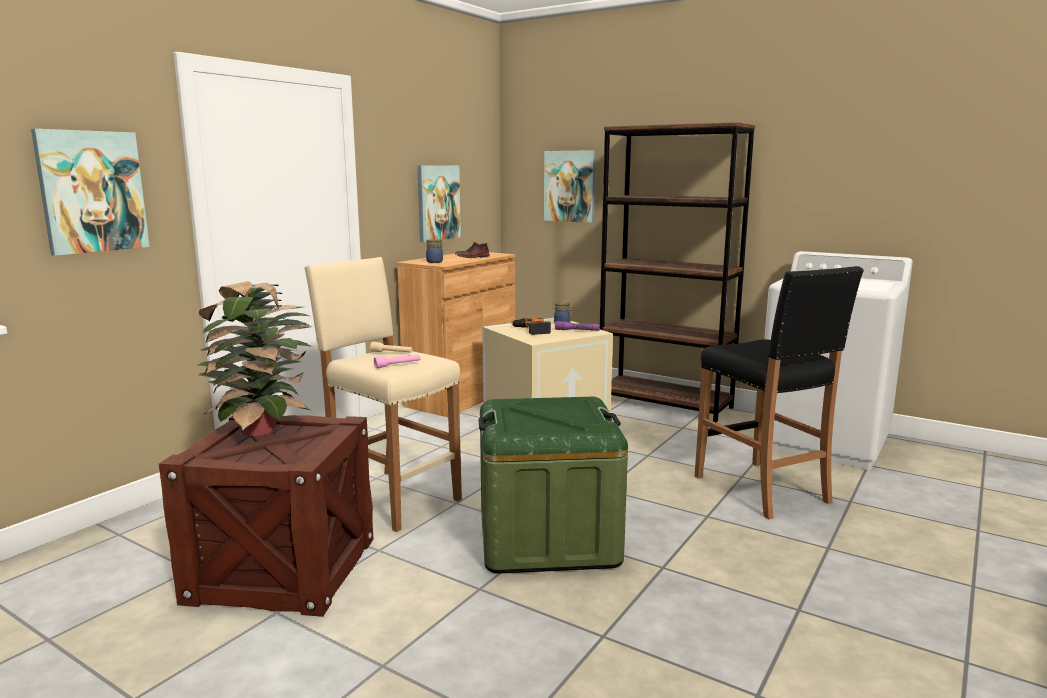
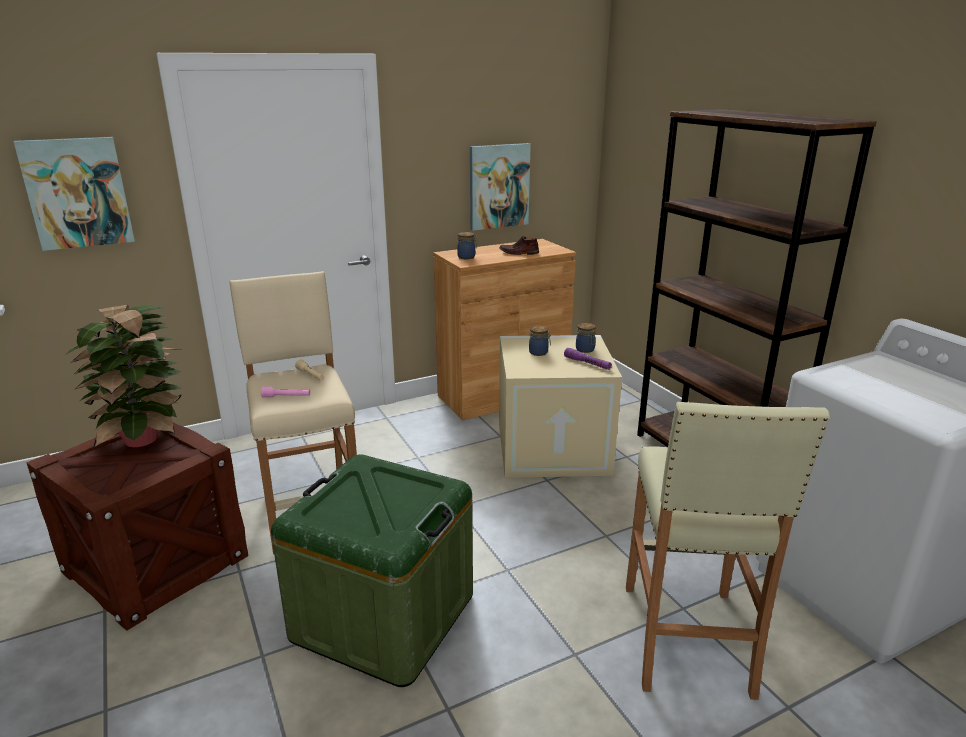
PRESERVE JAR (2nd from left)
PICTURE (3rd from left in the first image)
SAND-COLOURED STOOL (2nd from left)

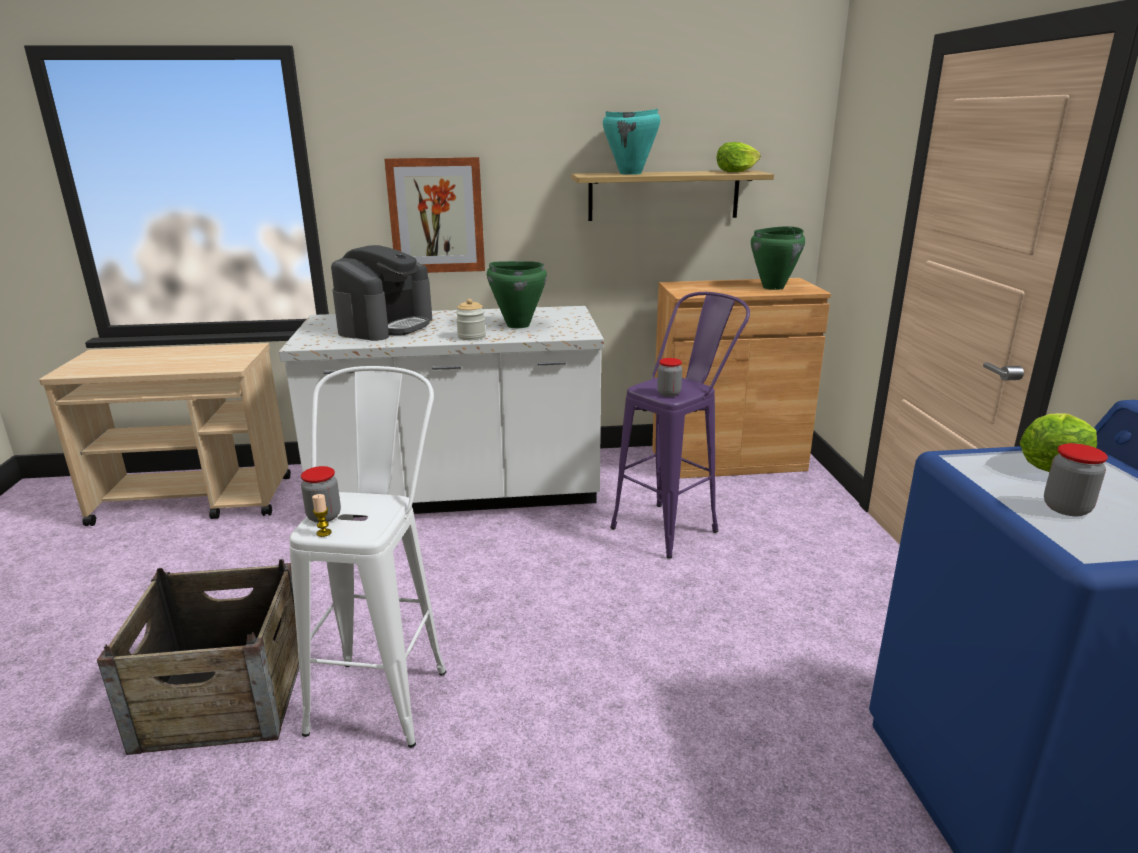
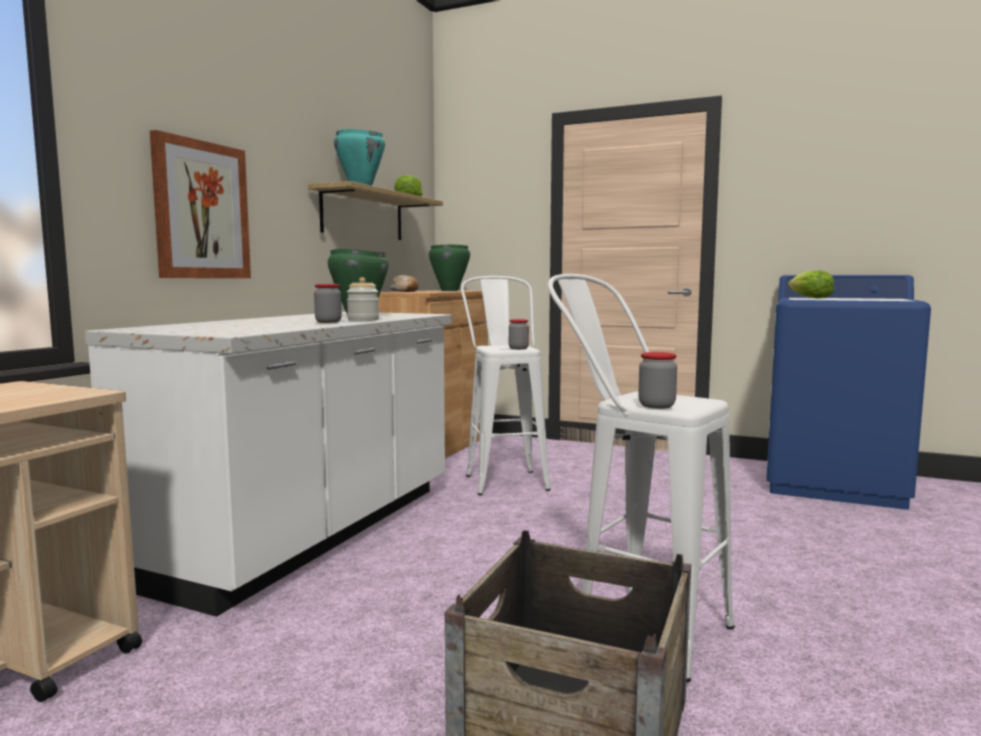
CANDLE
COFFEE MAKER
WHITE-COLOURED STOOL (1st from left)
PRESERVE JAR (1st from left)
BREAD

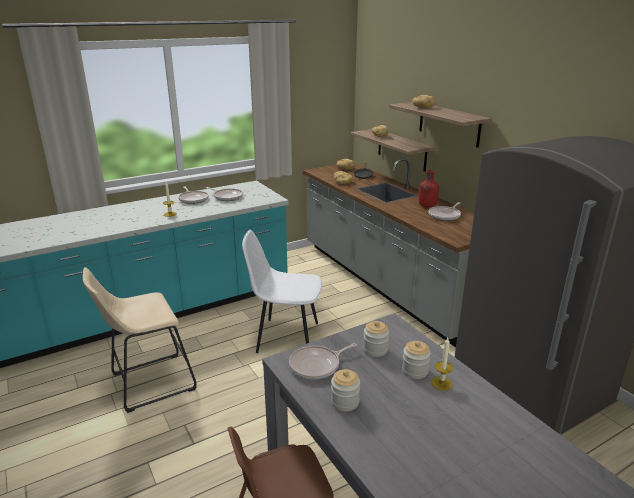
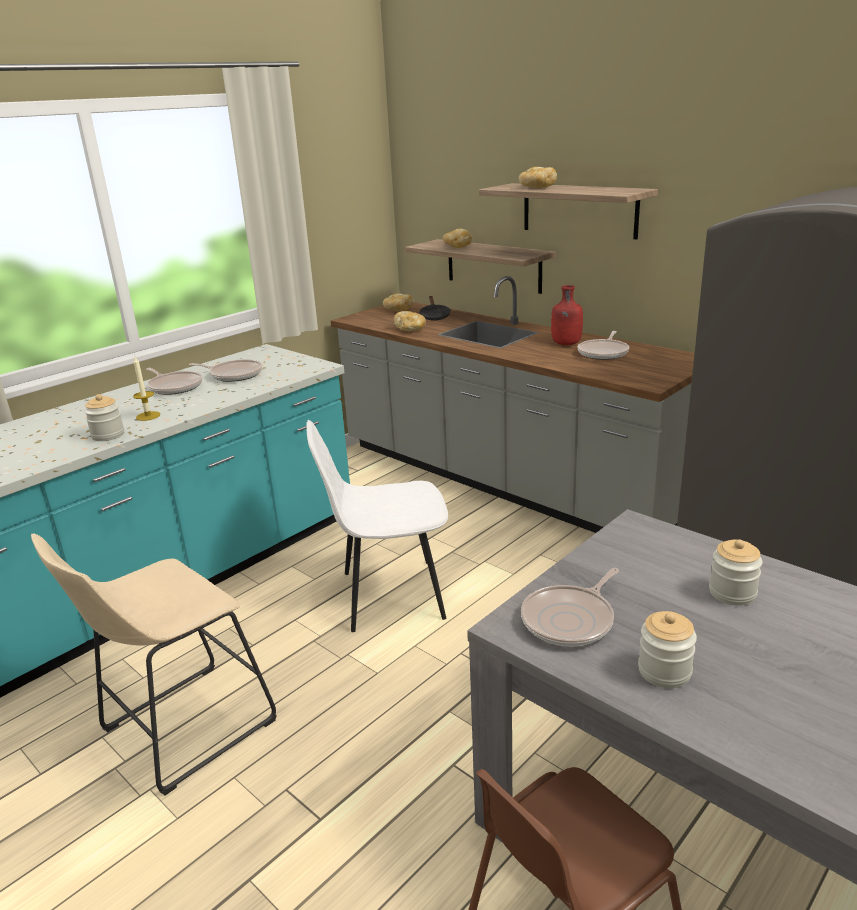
PRESERVE JAR (1st from left)
CANDLE (2nd from left in the first image)

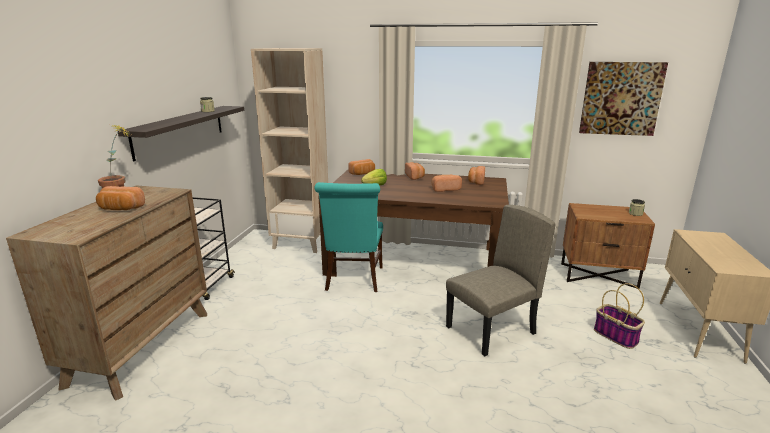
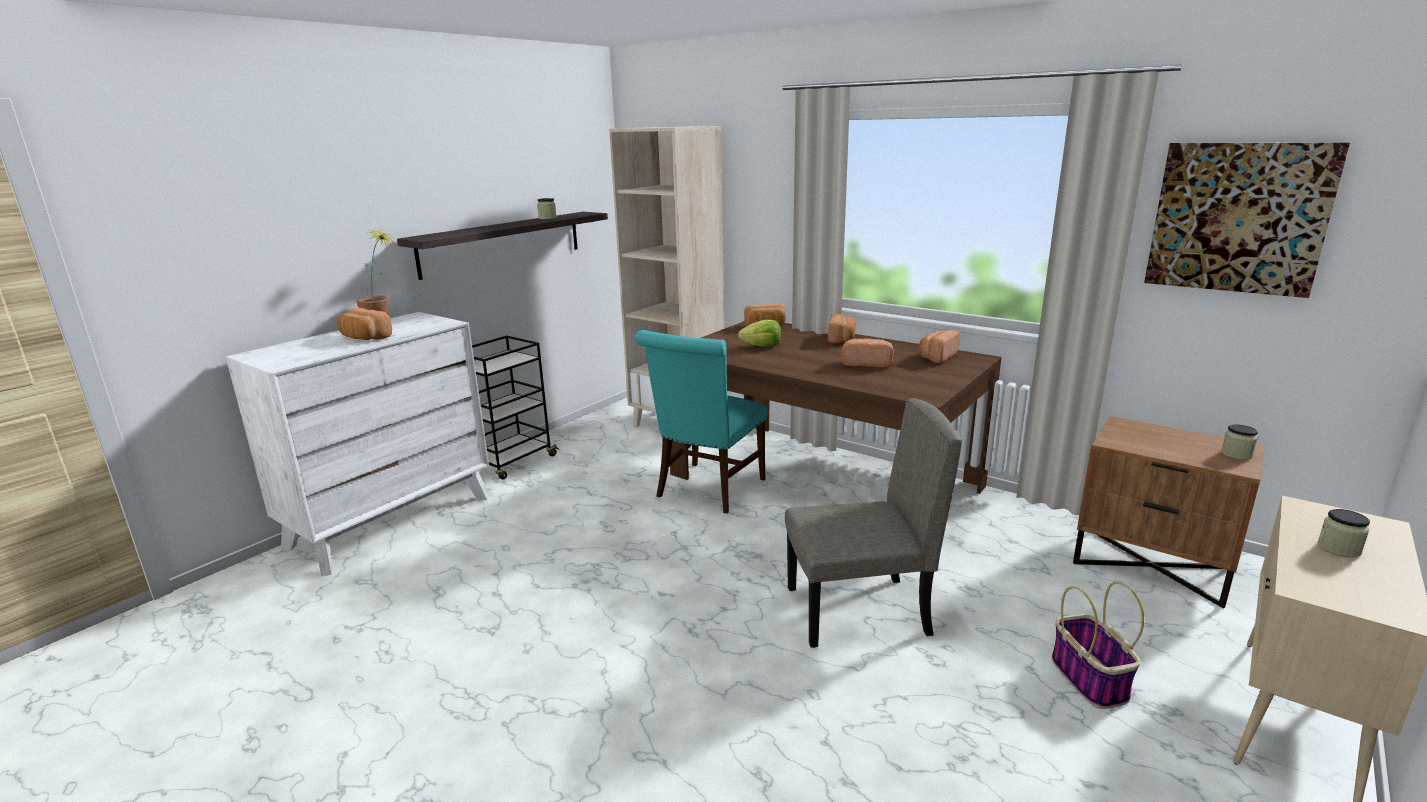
WHITE-COLOURED CHEST OF DRAWERS
PRESERVE JAR (3rd from left)

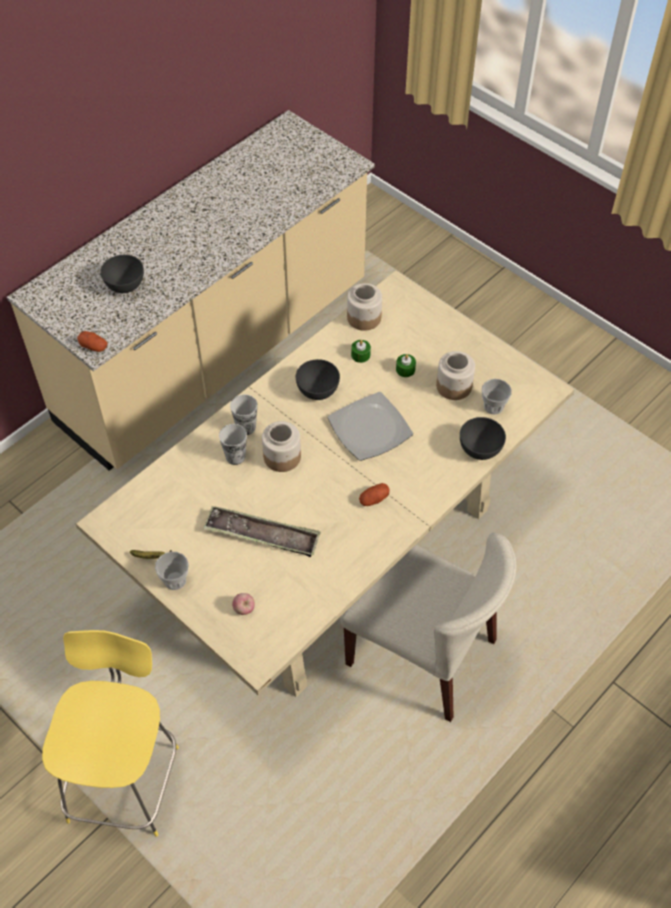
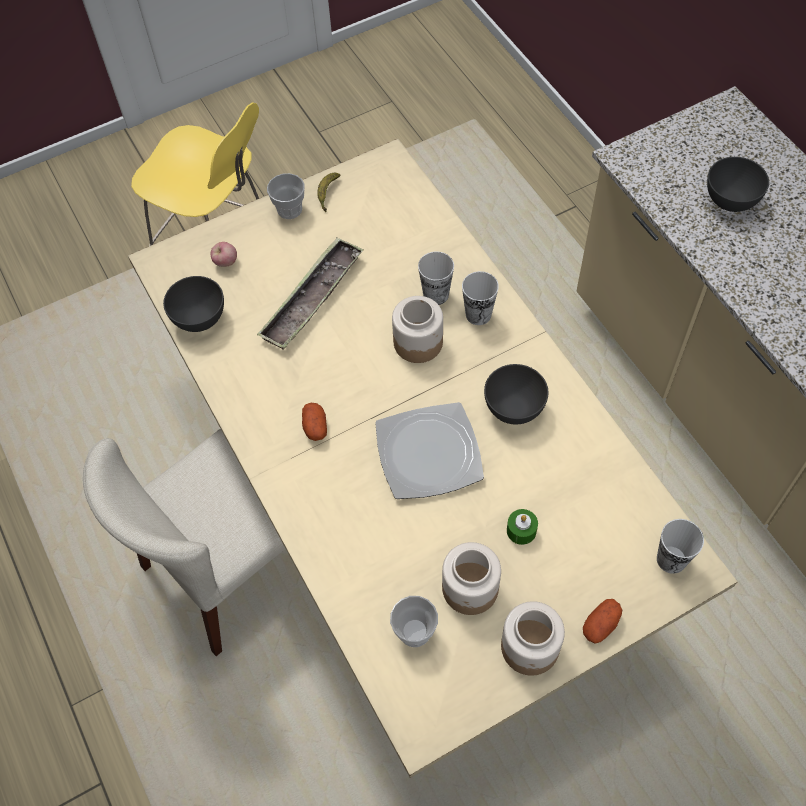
POTATO (2nd from left)
PRESERVE JAR (3rd from left)
GREEN-COLOURED CANDLE (1st from left in the first image)
GREYISH BOWL (1st from left)
SMALL CUP (5th from left)

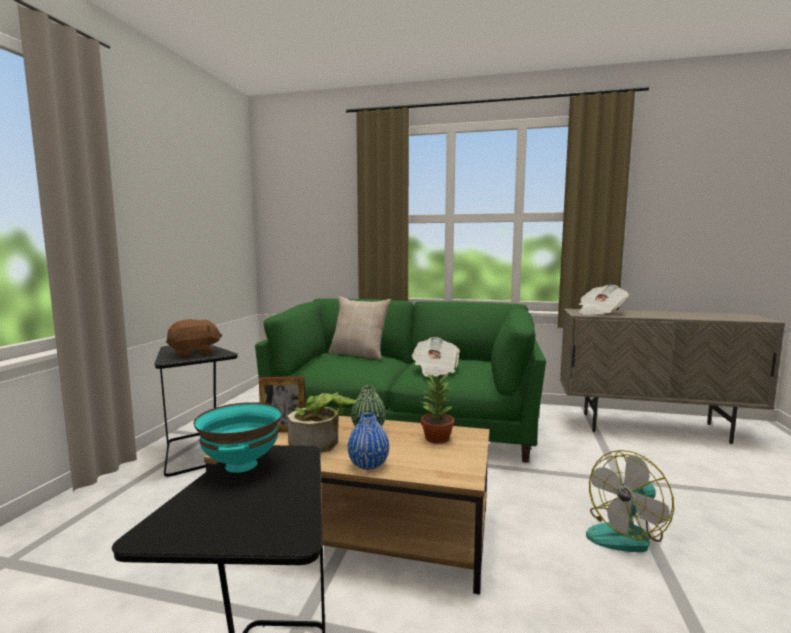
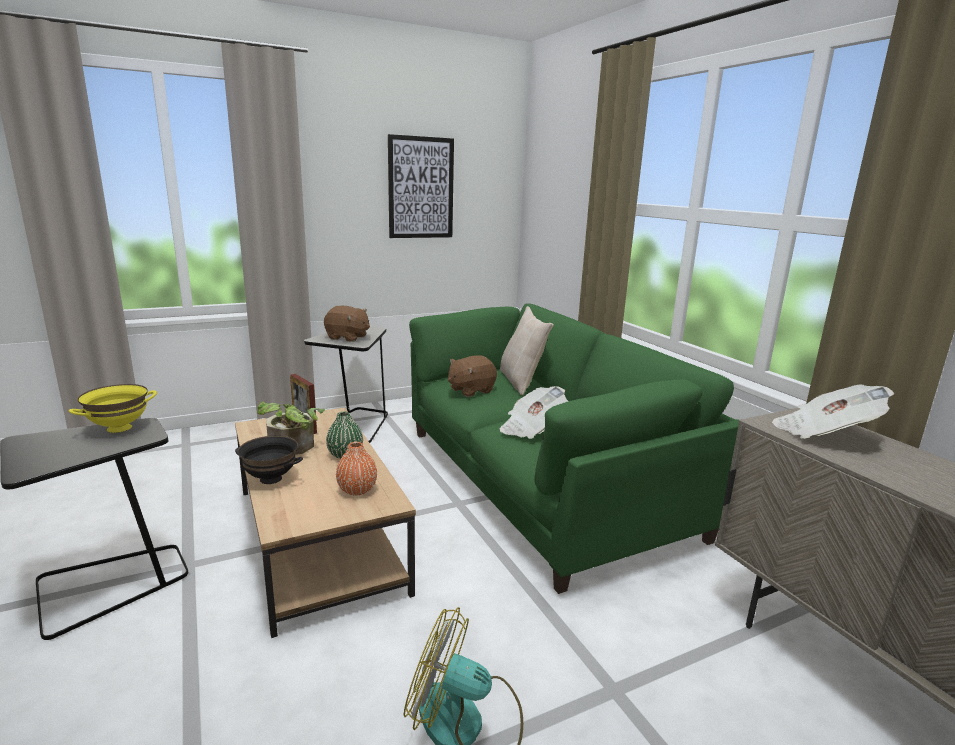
YELLOW BOWL
BLACK-COLOURED BOWL
ORANGE FLOWER VASE
PICTURE
BROWNISH SOFT TOY (2nd from left)

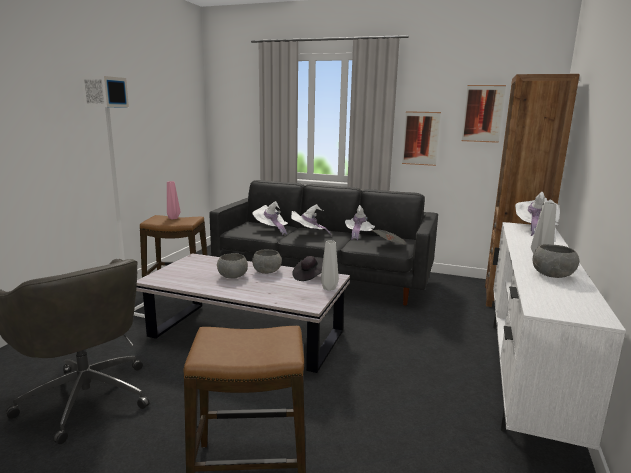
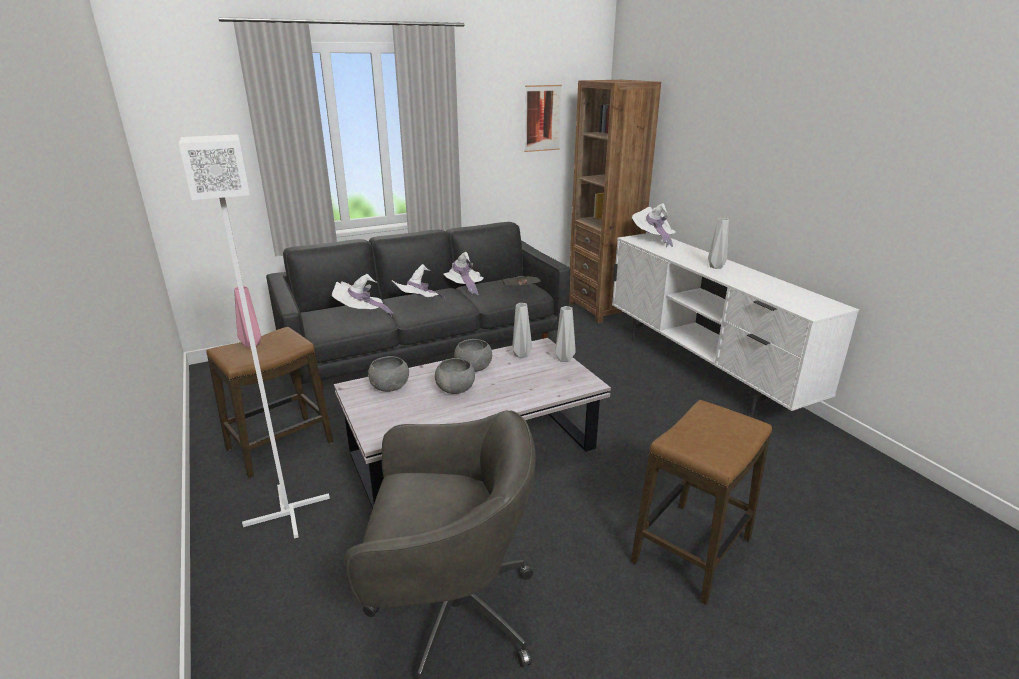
GREYISH FLOWER VASE (1st from left)
PICTURE (1st from left in the first image)
GREYISH BOWL (1st from left)

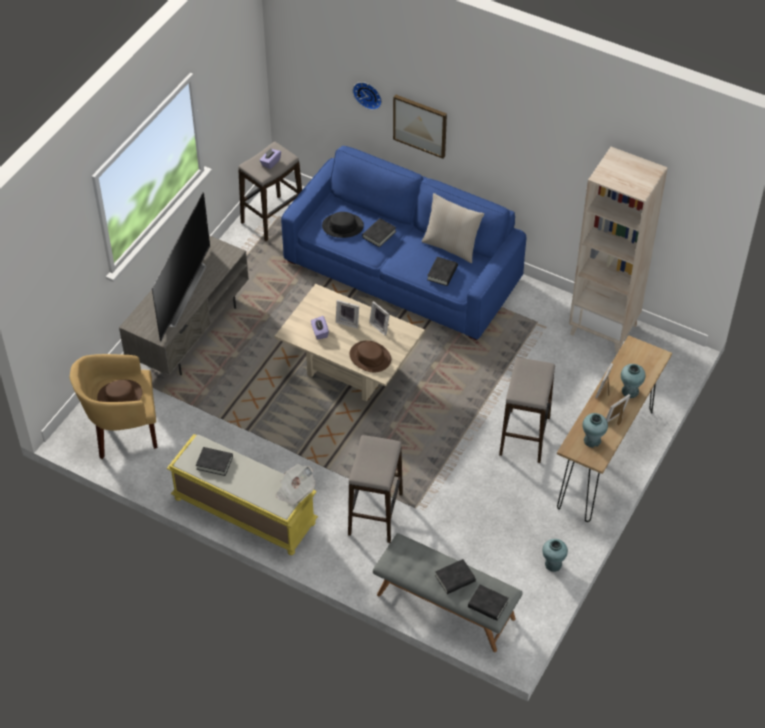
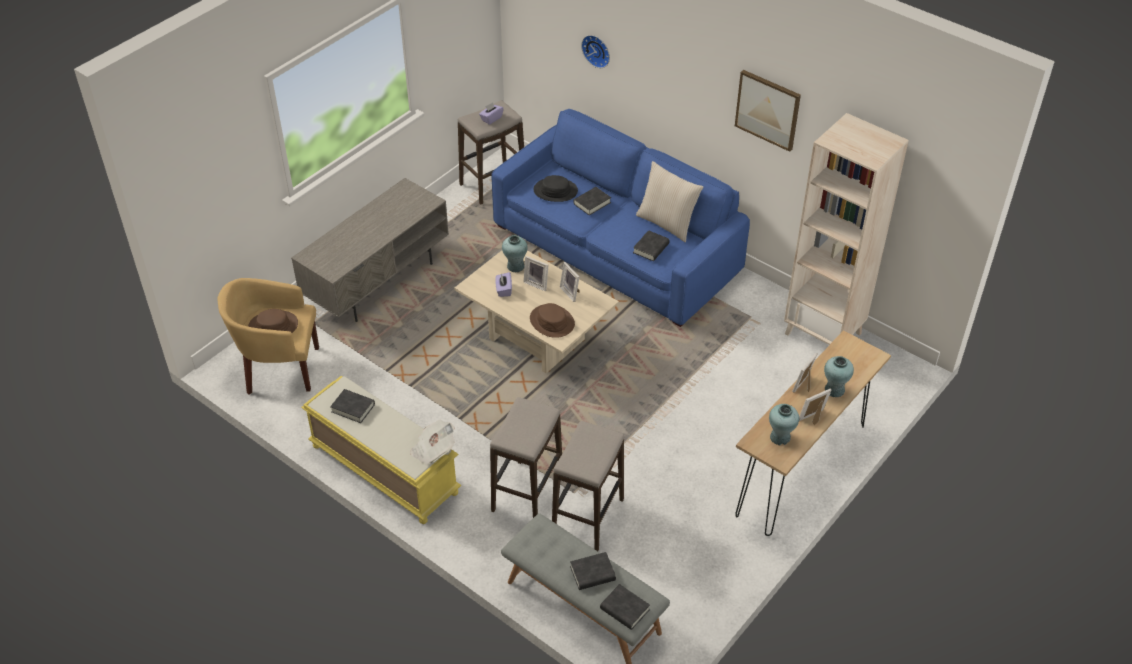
TELEVISION
PICTURE
STOOL (3rd from left)
TURQUOISE-COLOURED FLOWER VASE (1st from left)

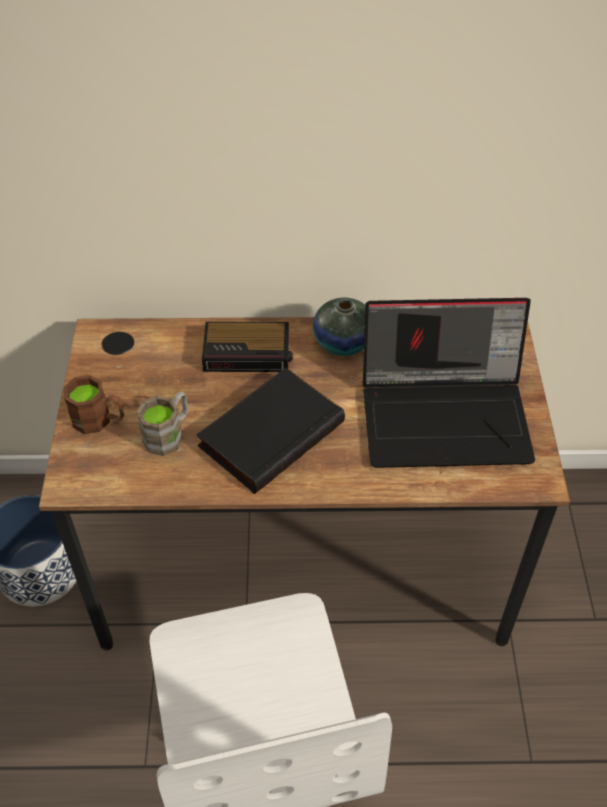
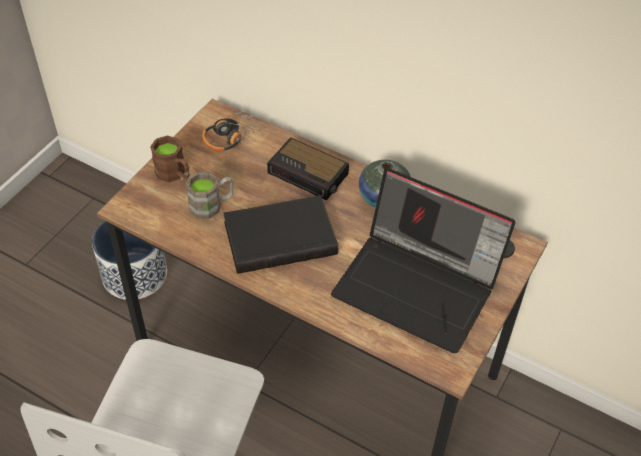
HEADSET

